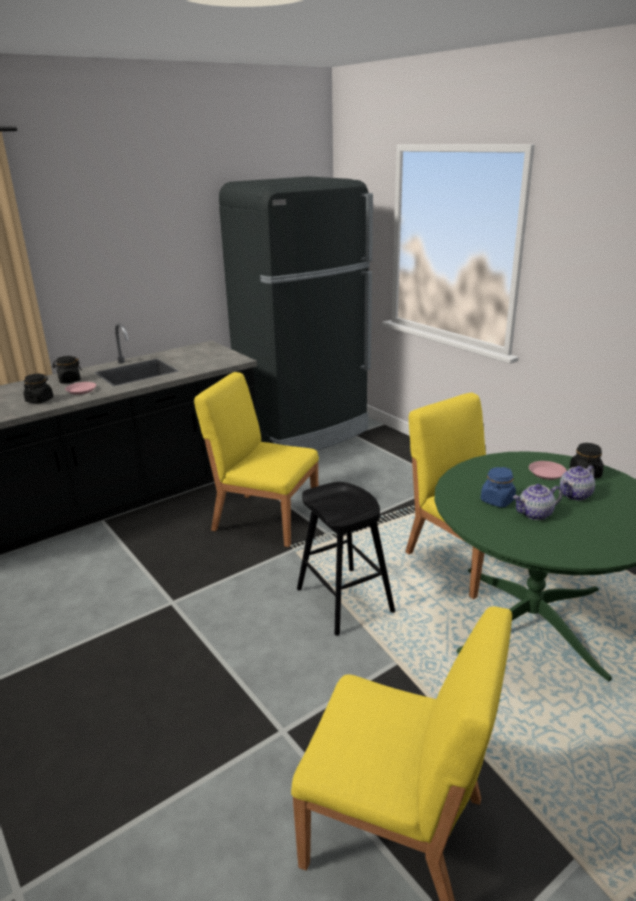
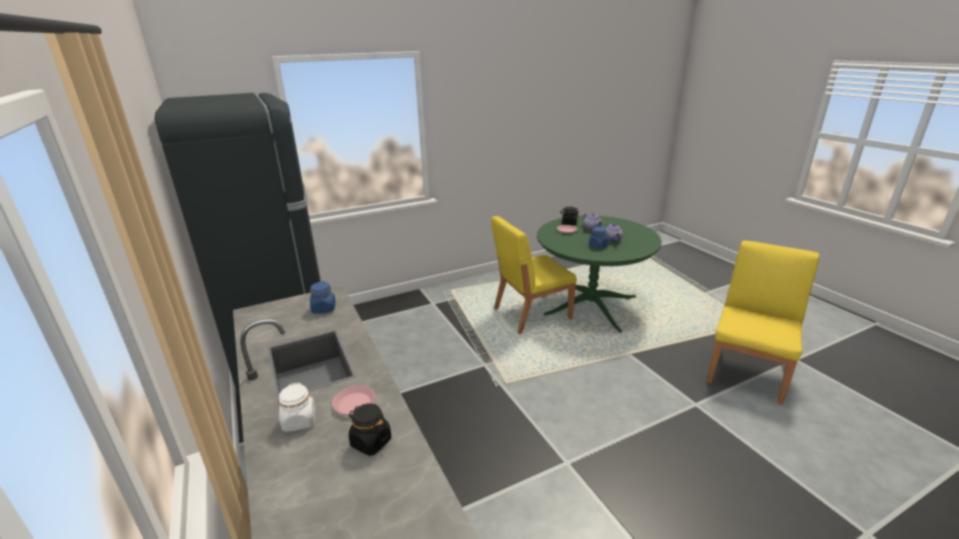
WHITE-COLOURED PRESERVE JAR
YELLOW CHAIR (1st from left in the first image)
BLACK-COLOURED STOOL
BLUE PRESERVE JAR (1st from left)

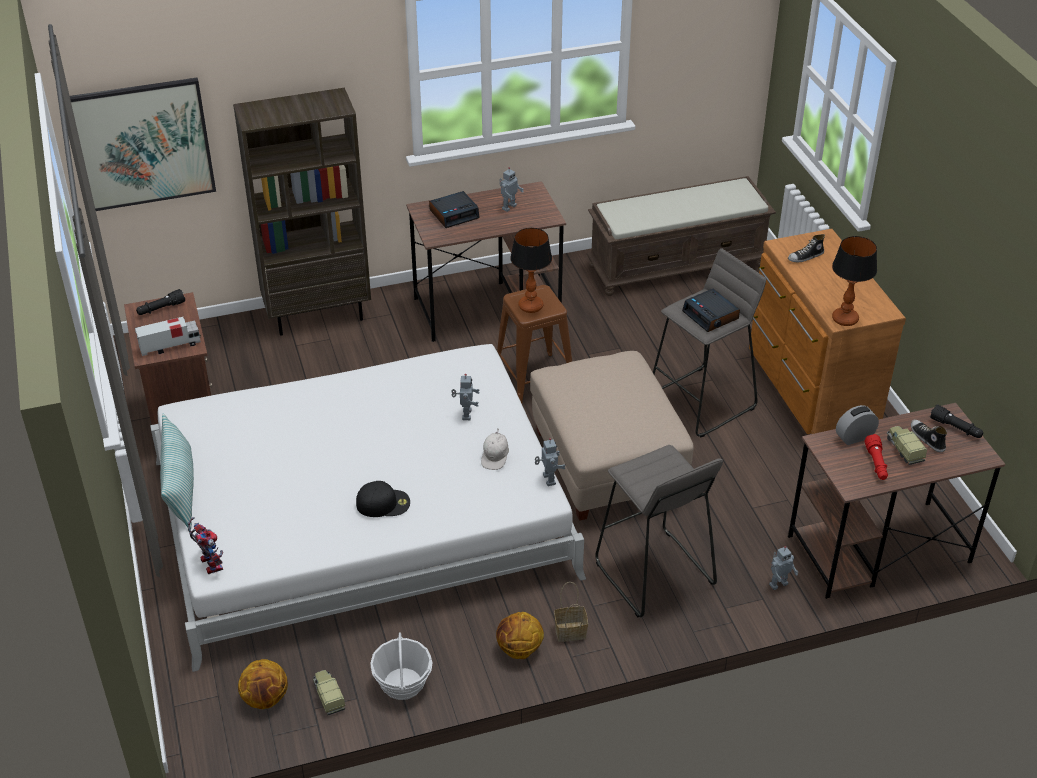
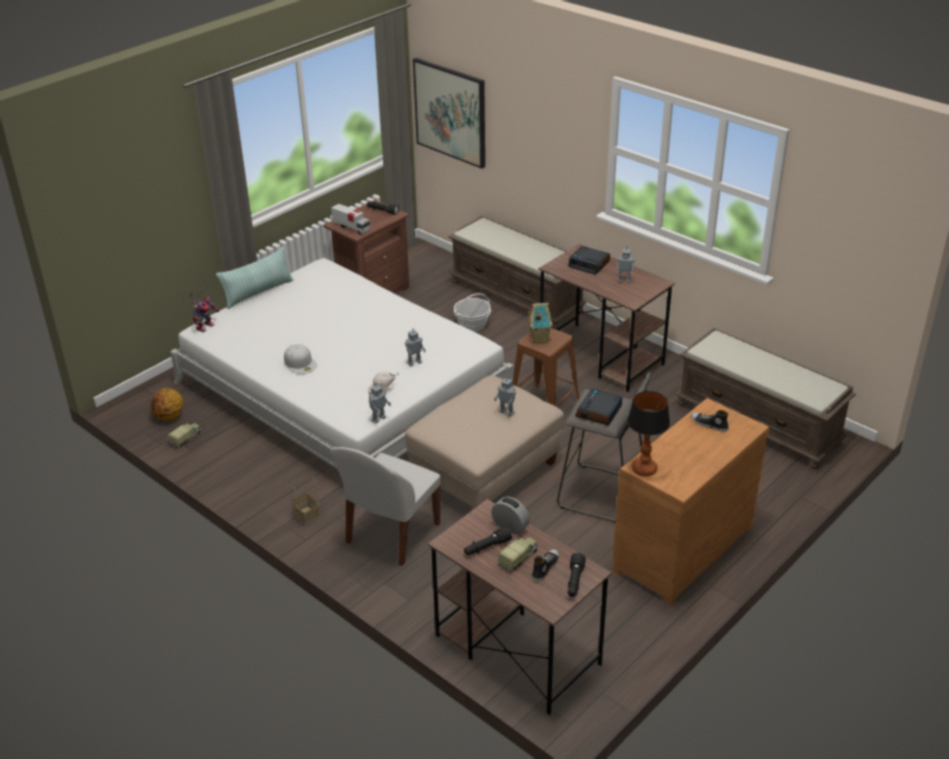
BROWNISH BENCH (1st from left)
WHITE-COLOURED BASEBALL CAP (1st from left)
BASKET (2nd from left)
BASKETBALL BALL (2nd from left in the first image)
MINIATURE HOUSE
WHITE-COLOURED CHAIR
MODEL ROBOT (4th from left)
BLACK-COLOURED HAND TORCH (2nd from left)

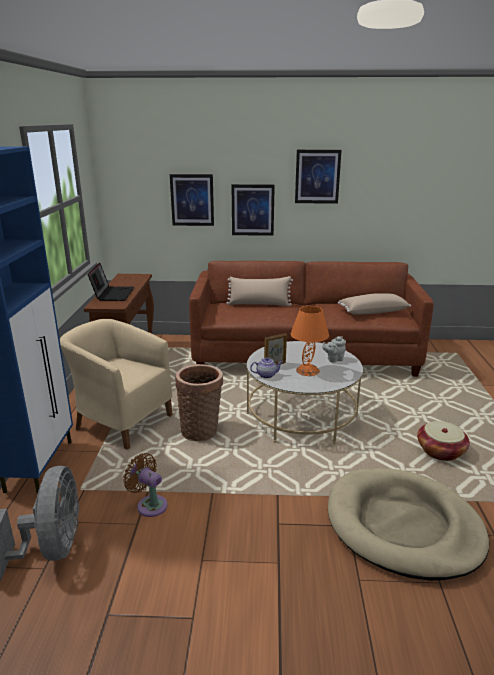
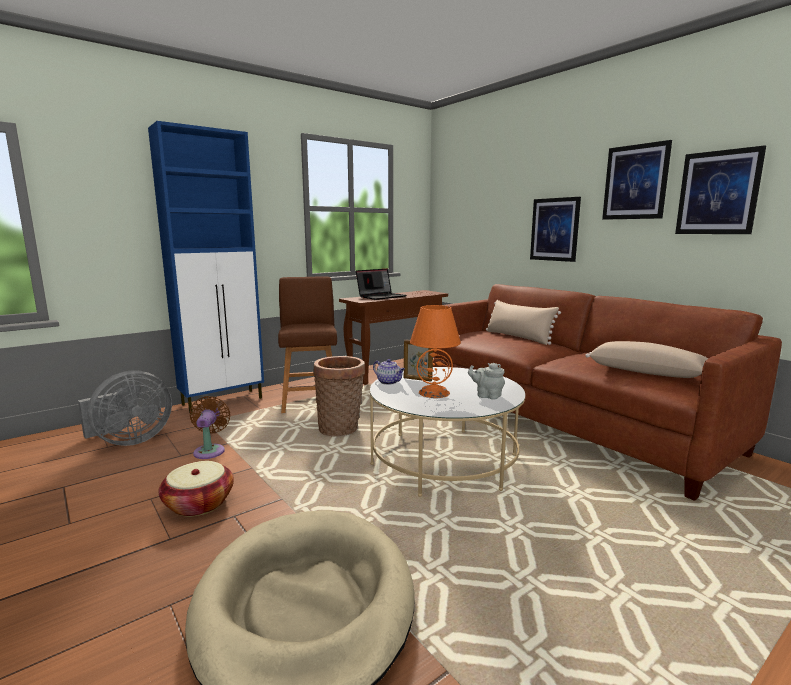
BROWNISH STOOL
PICTURE (3rd from left)
BASKET (1st from left)

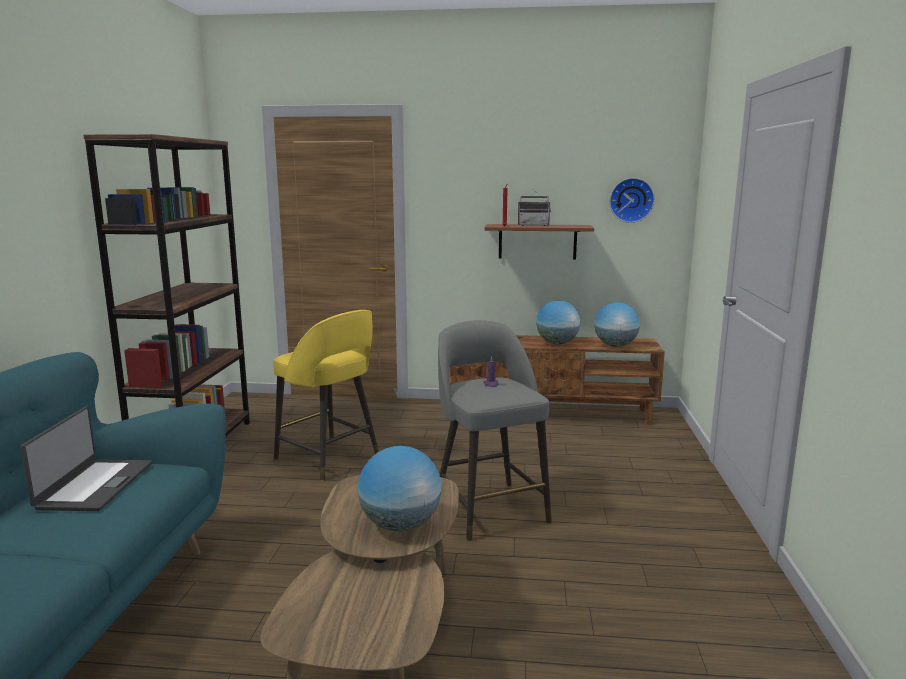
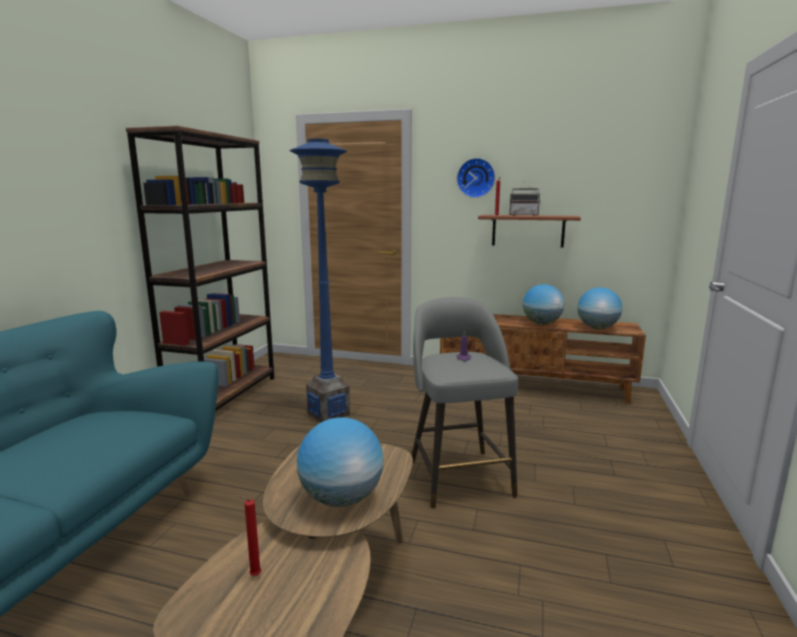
PORTABLE COMPUTER
BLUE FLOOR LAMP
HANGING CLOCK
RED CANDLE (1st from left)

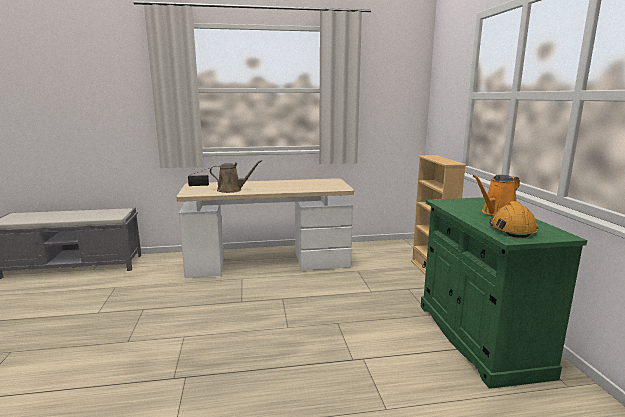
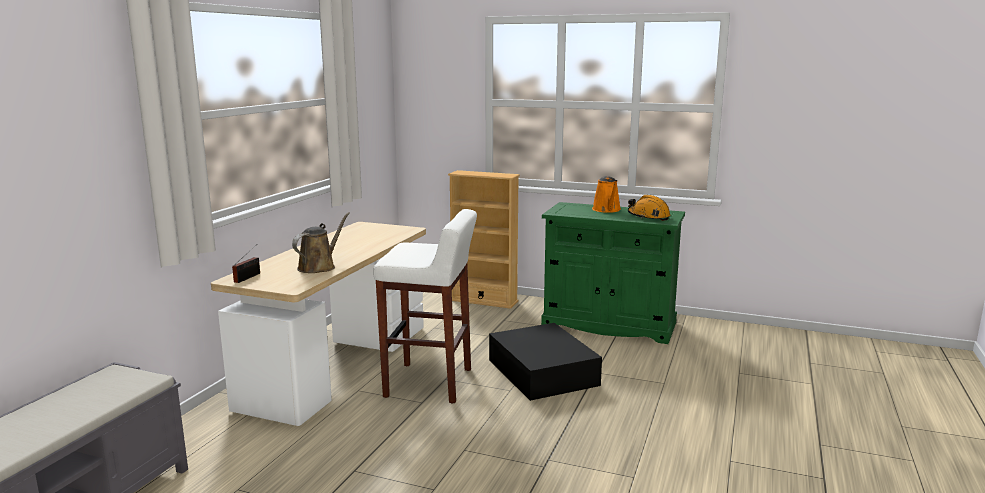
WHITE-COLOURED STOOL
BLACK-COLOURED STORAGE CONTAINER

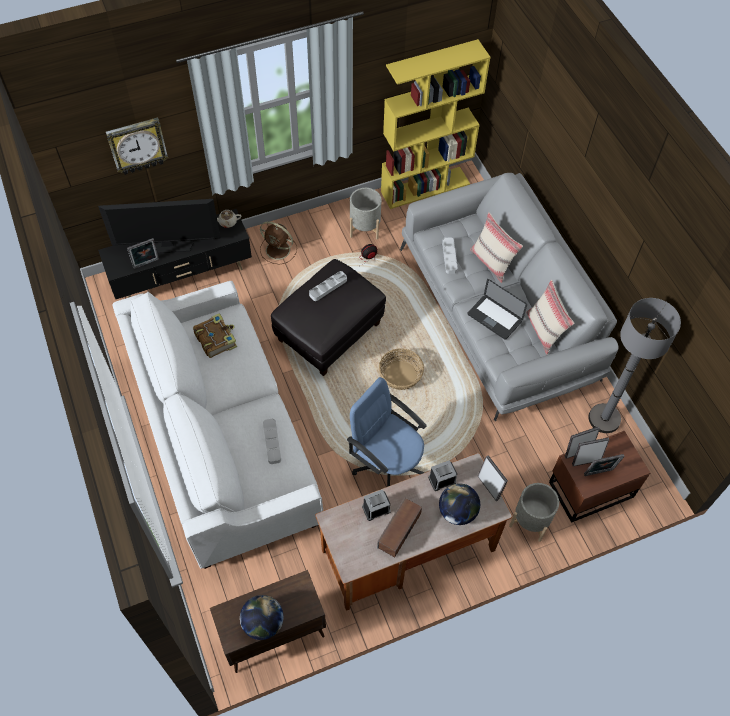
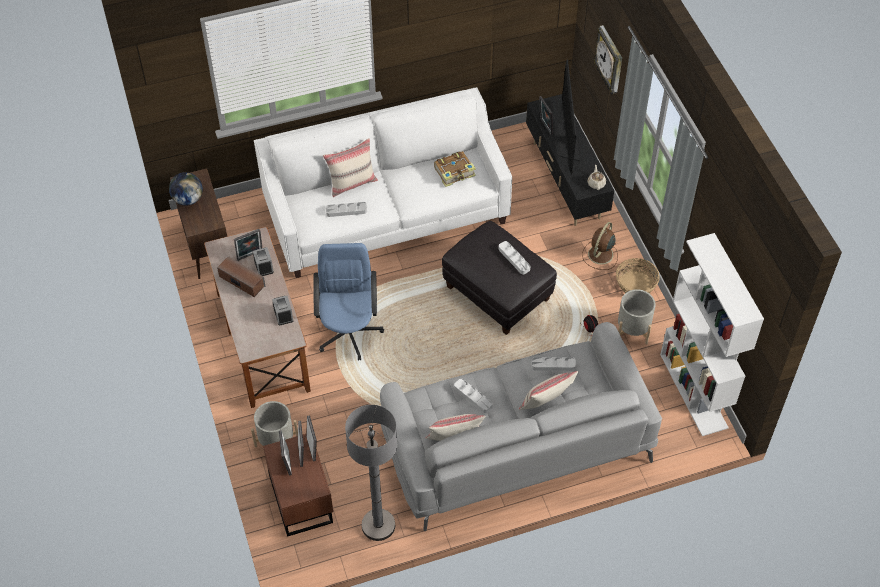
BLUE COMPUTER CHAIR
BASKET
WHITE-COLOURED BOOKCASE
WORLD GLOBE (2nd from left in the first image)
GREYISH TRAY (2nd from left)
PICTURE FRAME (1st from left)
SAND-COLOURED PILLOW (1st from left)

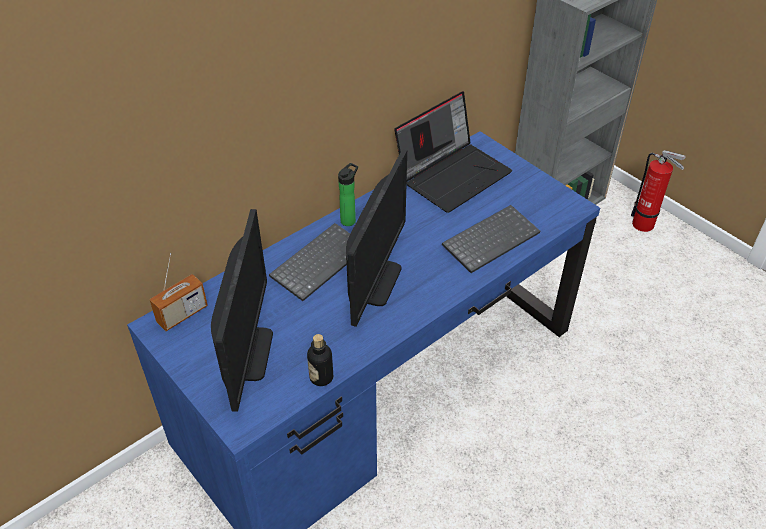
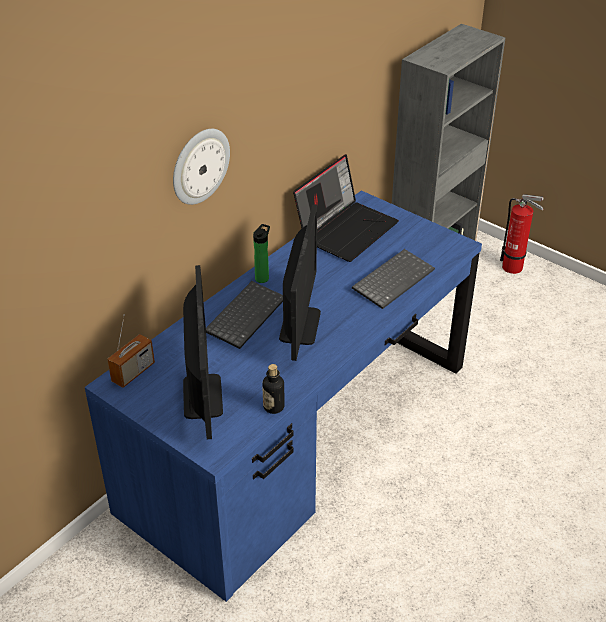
HANGING CLOCK

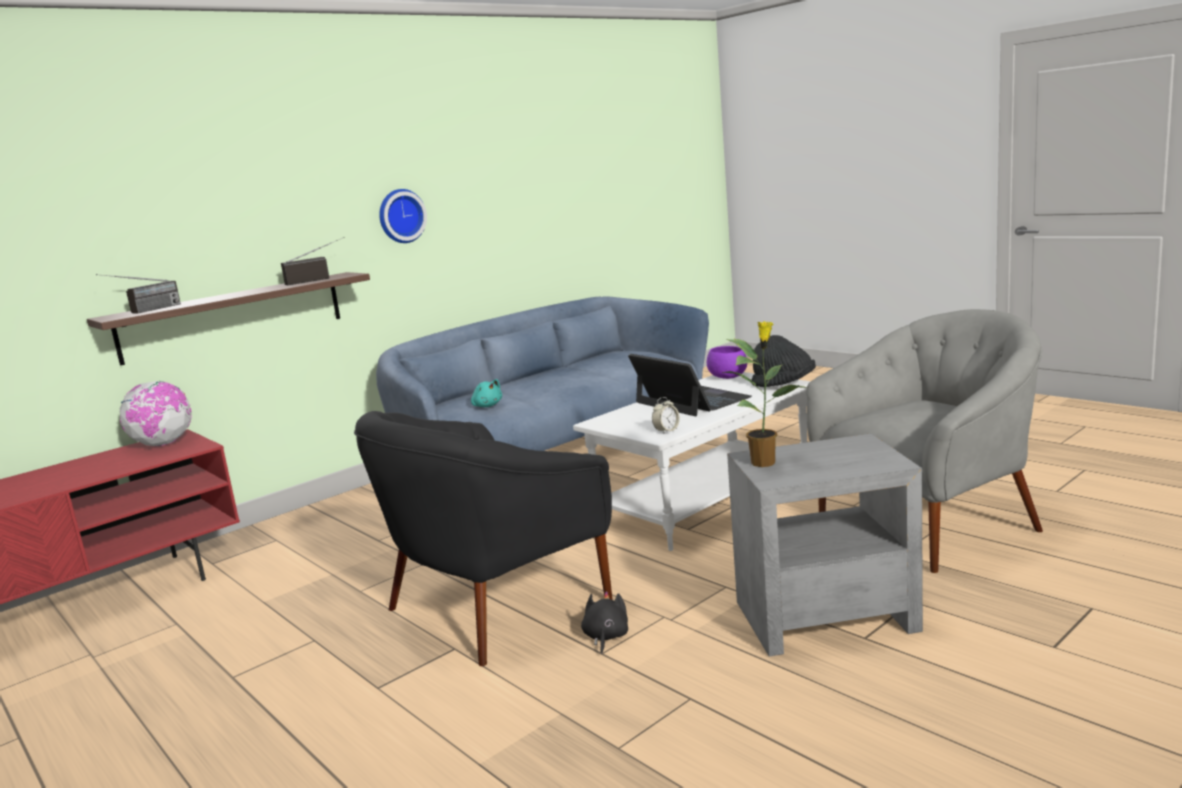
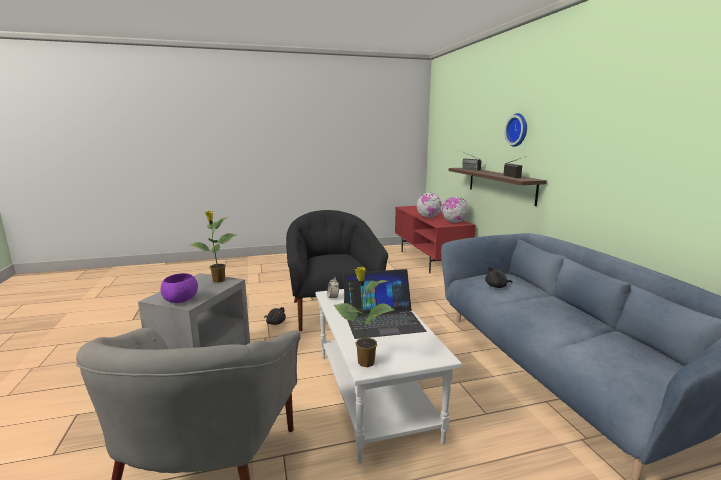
HANGING CLOCK
BLACK-COLOURED SOFT TOY (2nd from left)
PURPLISH BOWL
HOUSEPLANT (2nd from left)
WORLD GLOBE (1st from left)

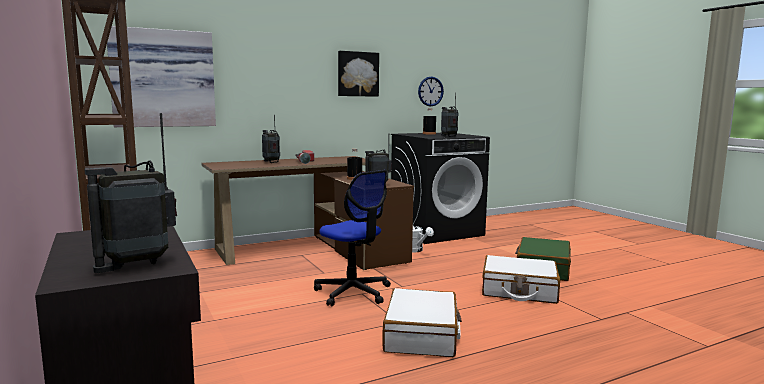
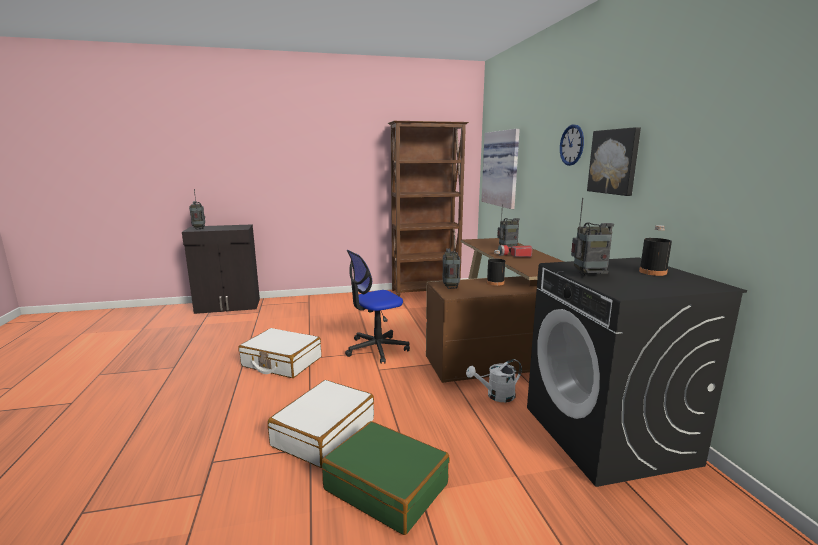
HANGING CLOCK

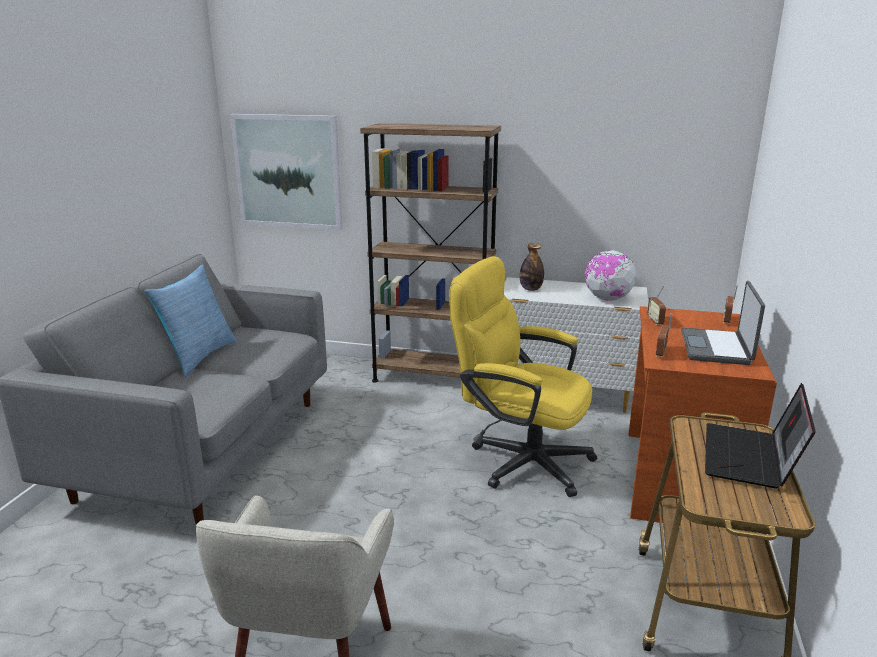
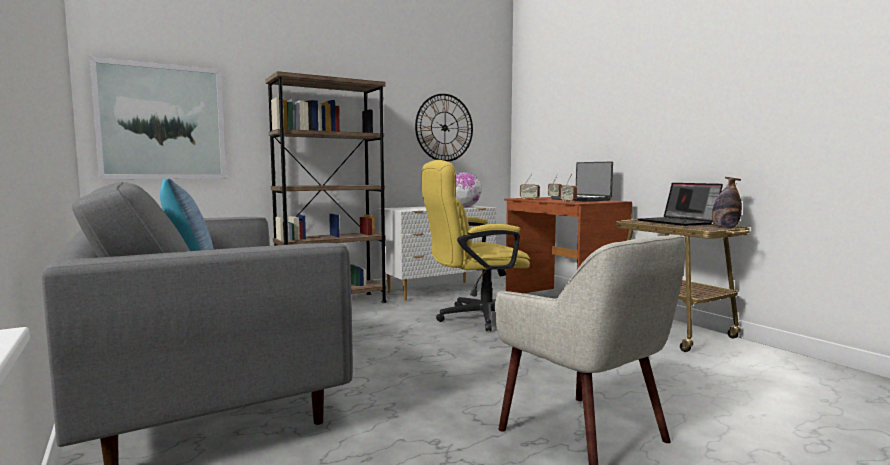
BEVERAGE BOTTLE
HANGING CLOCK

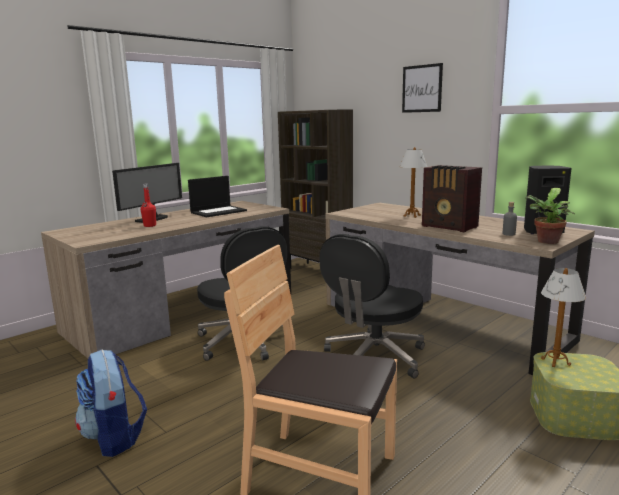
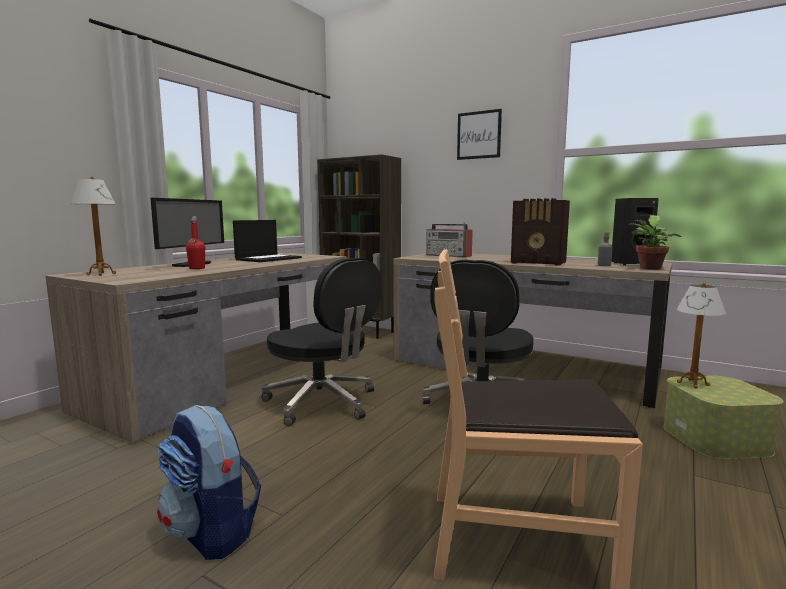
LAMP FOR A TABLE (1st from left)
RADIO RECEIVER (1st from left)

